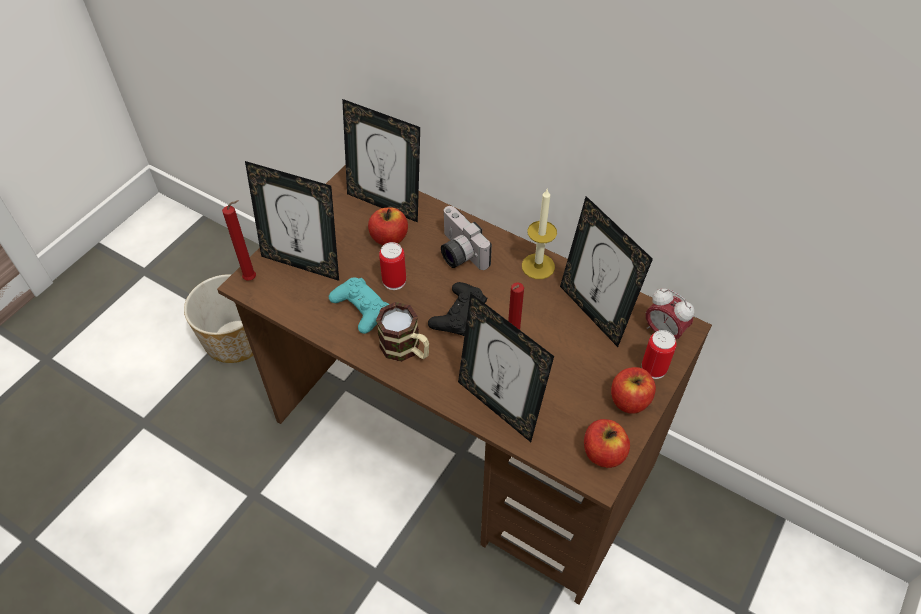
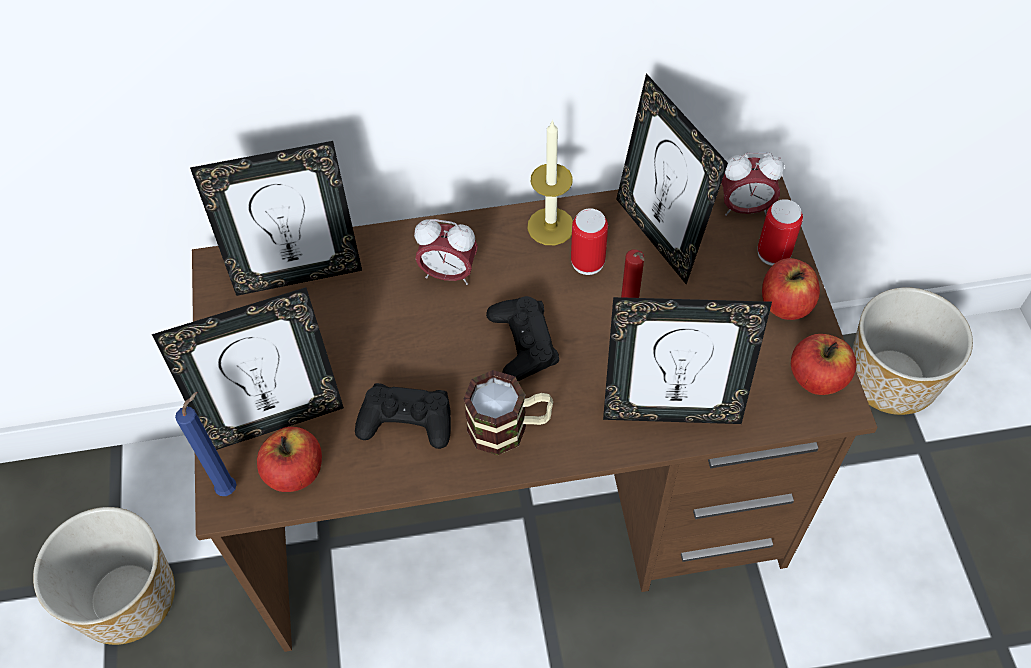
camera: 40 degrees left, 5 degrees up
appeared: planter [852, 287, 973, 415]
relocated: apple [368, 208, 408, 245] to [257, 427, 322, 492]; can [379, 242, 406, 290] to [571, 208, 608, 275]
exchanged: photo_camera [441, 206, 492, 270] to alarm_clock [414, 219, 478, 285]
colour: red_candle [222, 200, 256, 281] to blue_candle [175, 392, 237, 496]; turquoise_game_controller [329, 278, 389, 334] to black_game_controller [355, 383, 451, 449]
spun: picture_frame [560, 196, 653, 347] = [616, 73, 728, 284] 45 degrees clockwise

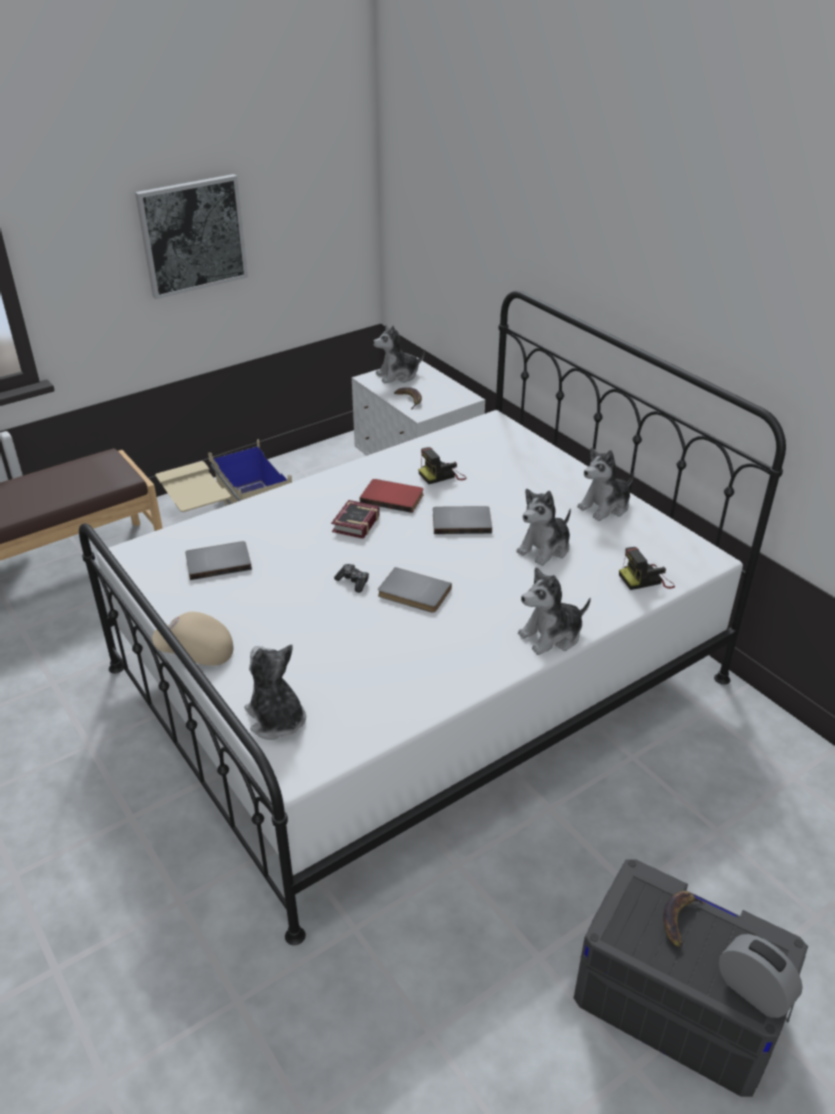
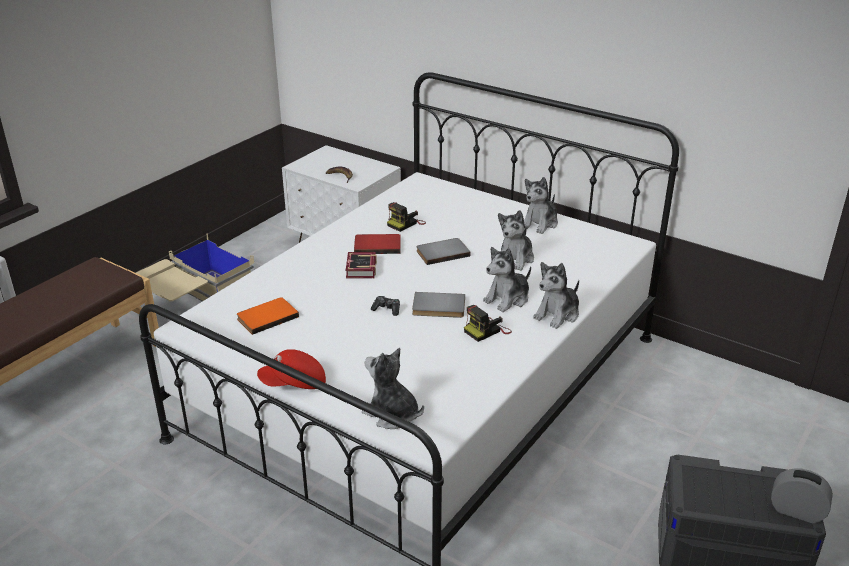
camera: 20 degrees left, 5 degrees down
missing: picture [135, 174, 248, 299]; banana [663, 891, 707, 948]
relocated: plush_toy [373, 325, 425, 384] to [483, 247, 531, 312]; photo_camera [619, 547, 675, 590] to [464, 305, 512, 342]
colour: beige_cap [152, 612, 233, 666] to red_cap [257, 349, 326, 389]; grey_book [185, 541, 252, 580] to orange_book [237, 297, 299, 335]

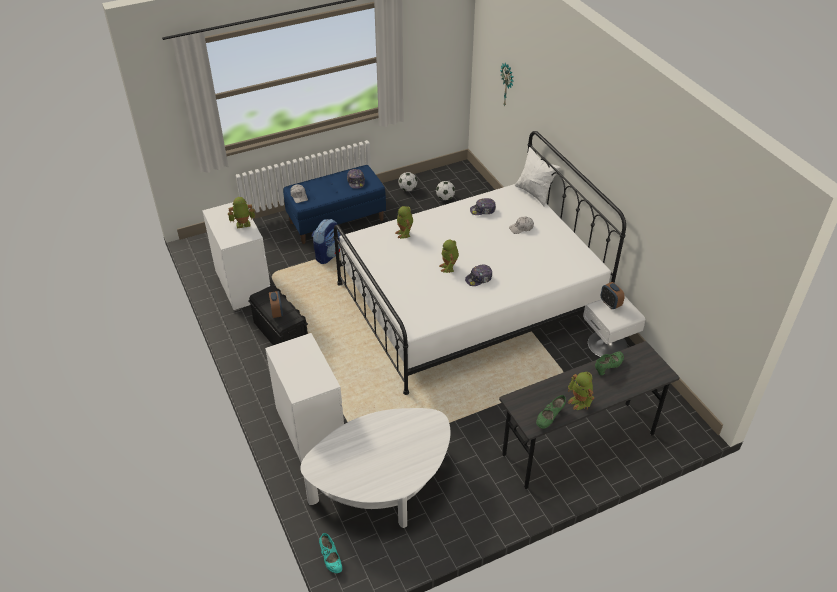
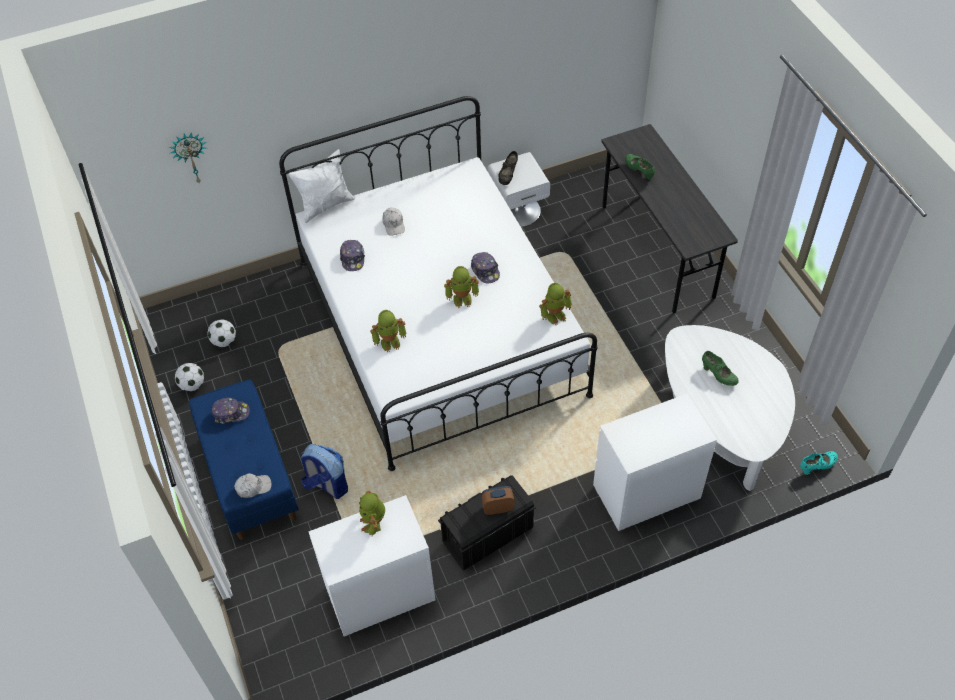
camera: 85 degrees left, 10 degrees up
relocated: green_shoe [536, 395, 566, 429] to [702, 351, 739, 386]; toy_robot [568, 372, 594, 410] to [539, 283, 572, 325]
exchanged: alarm_clock [601, 282, 625, 309] to black_shoe [498, 151, 518, 185]

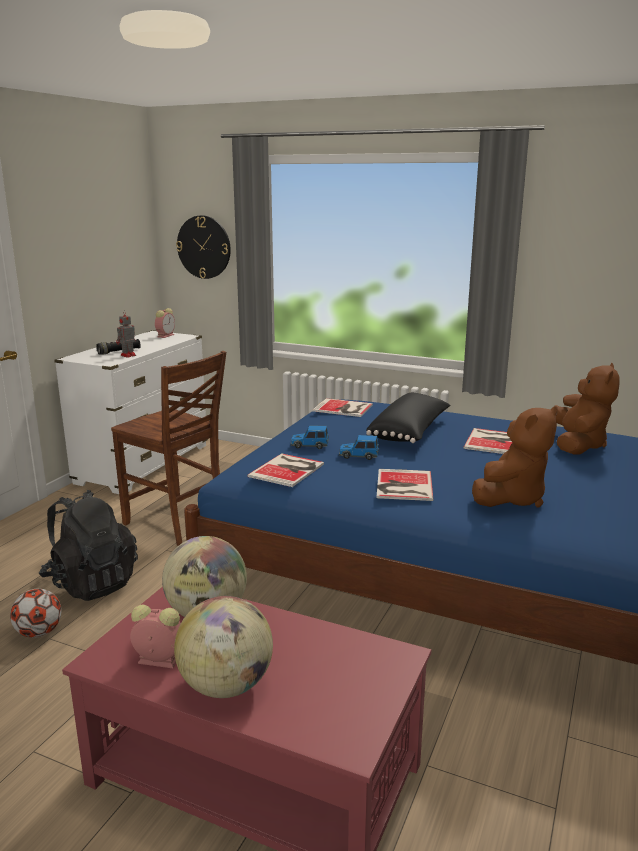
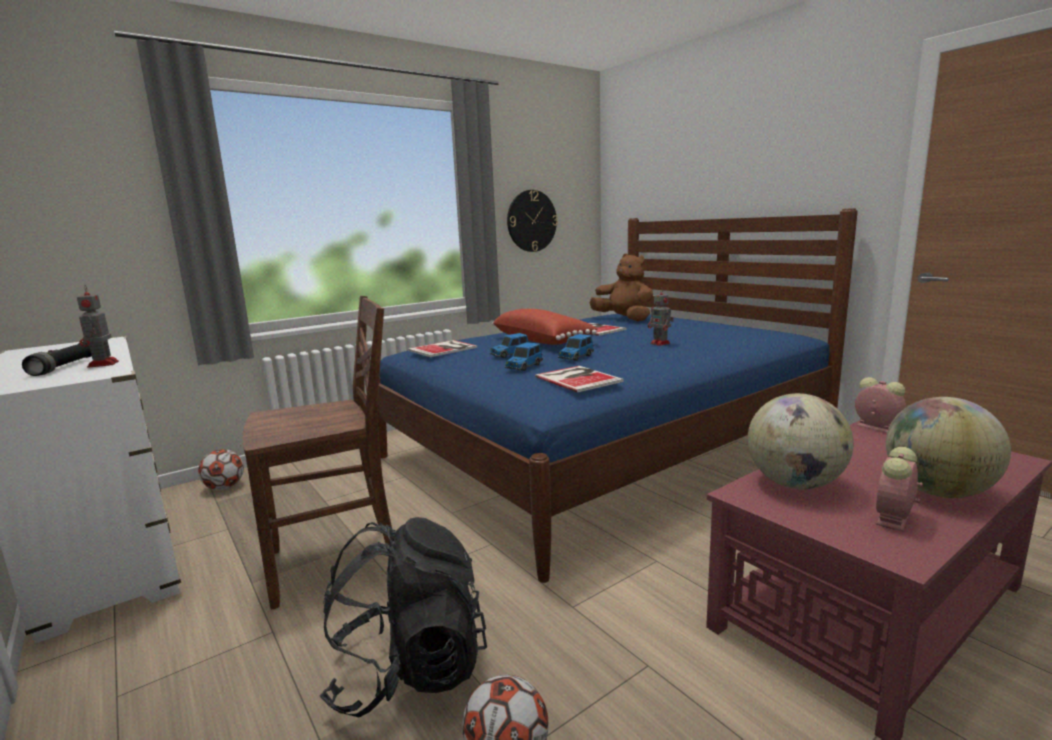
camera: 60 degrees left, 5 degrees down
missing: book [377, 469, 433, 501]; brown_plush_toy [472, 406, 558, 507]
appeared: football [198, 449, 244, 490]; toy_car [490, 333, 529, 358]; toy_robot [648, 288, 674, 346]
relocated: alarm_clock [155, 308, 175, 338] to [855, 377, 906, 433]; wall_clock [176, 215, 231, 279] to [507, 190, 558, 252]
colour: black_pillow [366, 393, 451, 443] to red_pillow [492, 309, 598, 345]

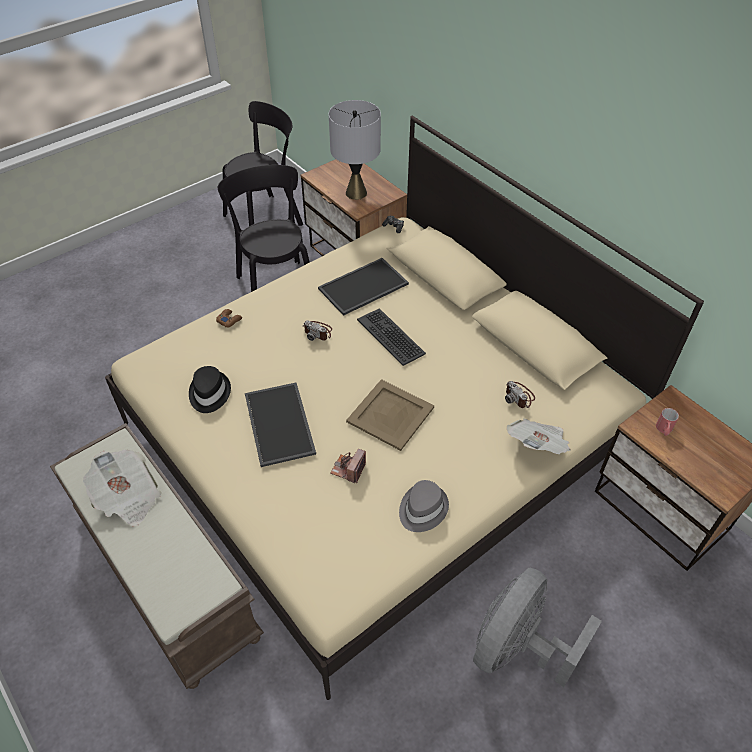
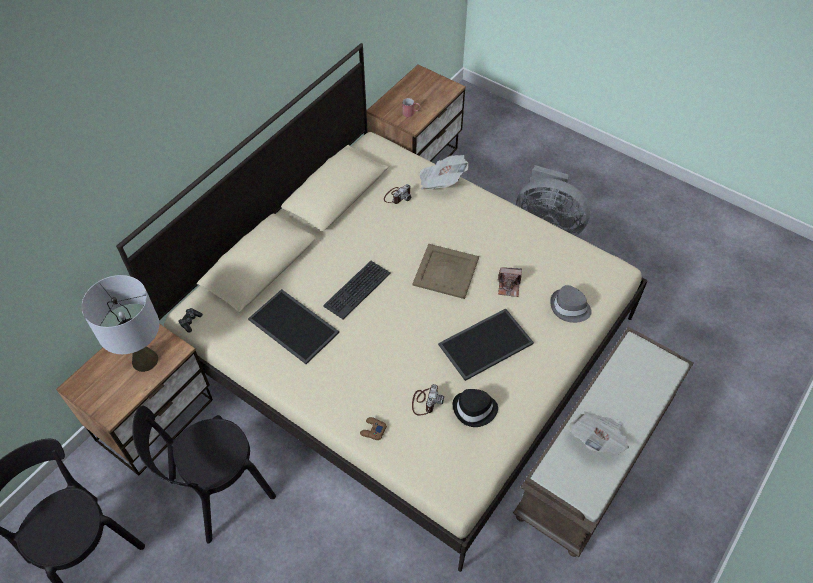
camera: 105 degrees left, 5 degrees up
relocated: photo_camera [303, 320, 332, 341] to [412, 384, 444, 416]; grey_hat [399, 480, 449, 532] to [550, 285, 592, 323]

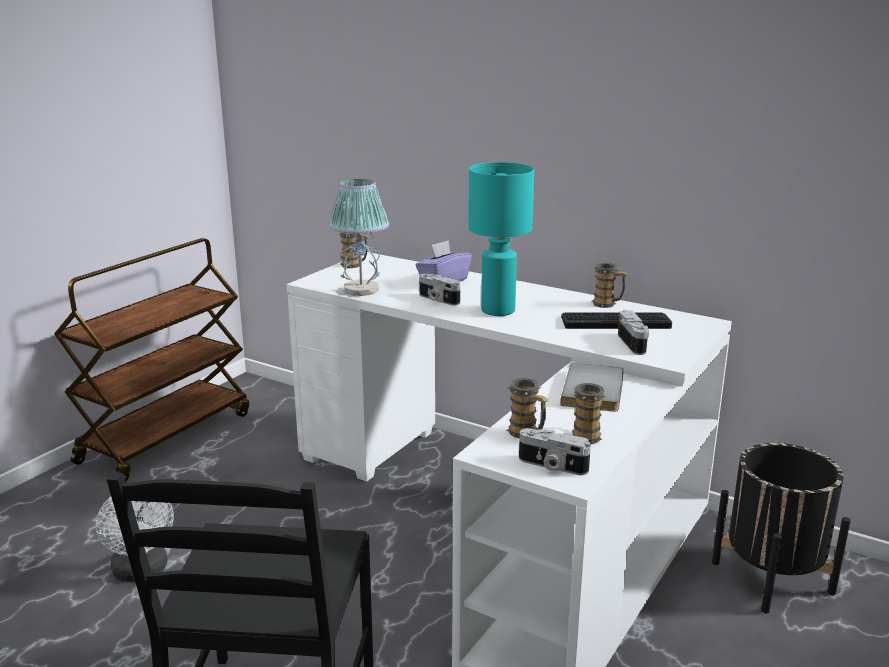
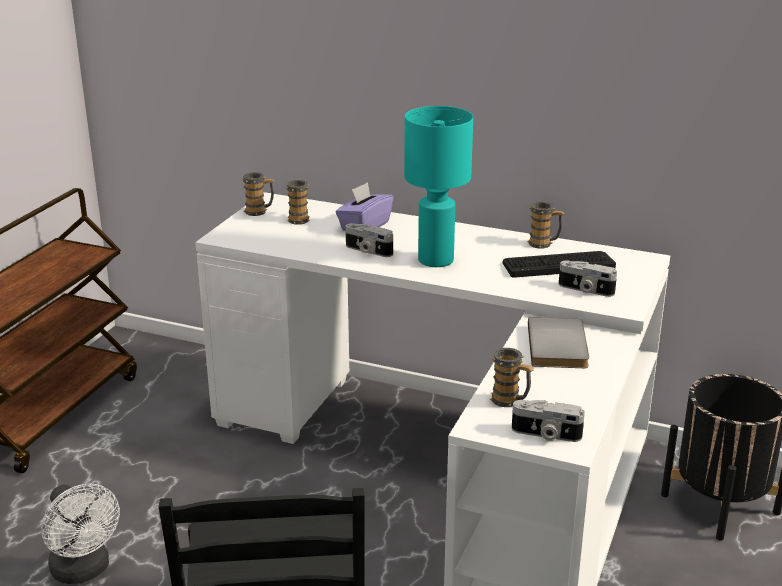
camera: 10 degrees left, 5 degrees up
missing: table_lamp [329, 179, 389, 296]
relocated: mug [572, 383, 606, 444] to [286, 180, 310, 225]
spun: photo_camera [618, 310, 649, 355] = [559, 261, 617, 297] 135 degrees clockwise

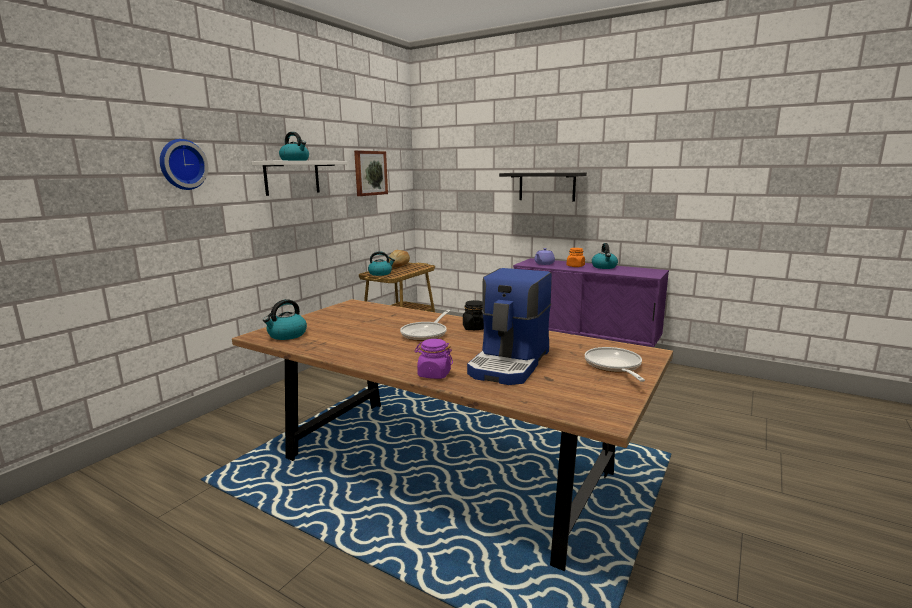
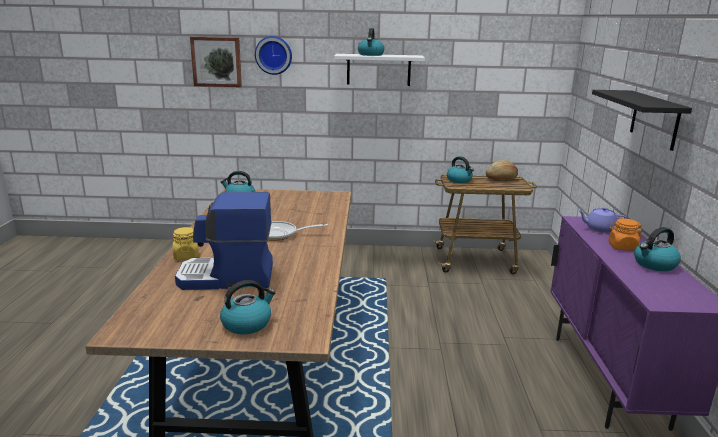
camera: 60 degrees right, 5 degrees up
missing: black_jar [463, 300, 484, 330]
relocated: picture [354, 150, 388, 196] to [190, 37, 242, 87]
exchanged: frying_pan [585, 347, 645, 382] to kettle [220, 280, 276, 335]
colour: purple_jar [415, 339, 453, 379] to yellow_jar [173, 227, 199, 260]

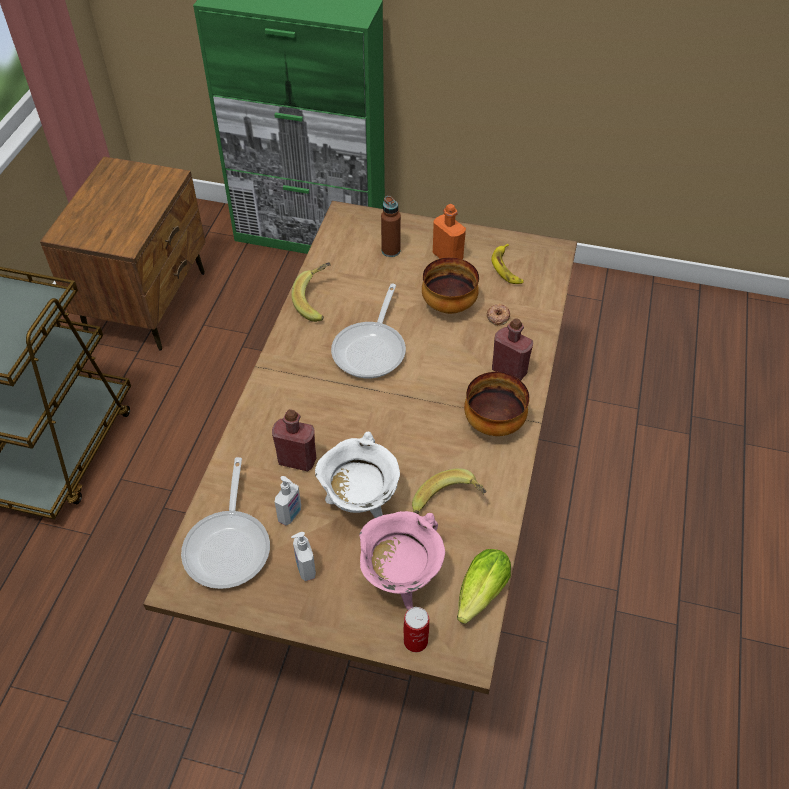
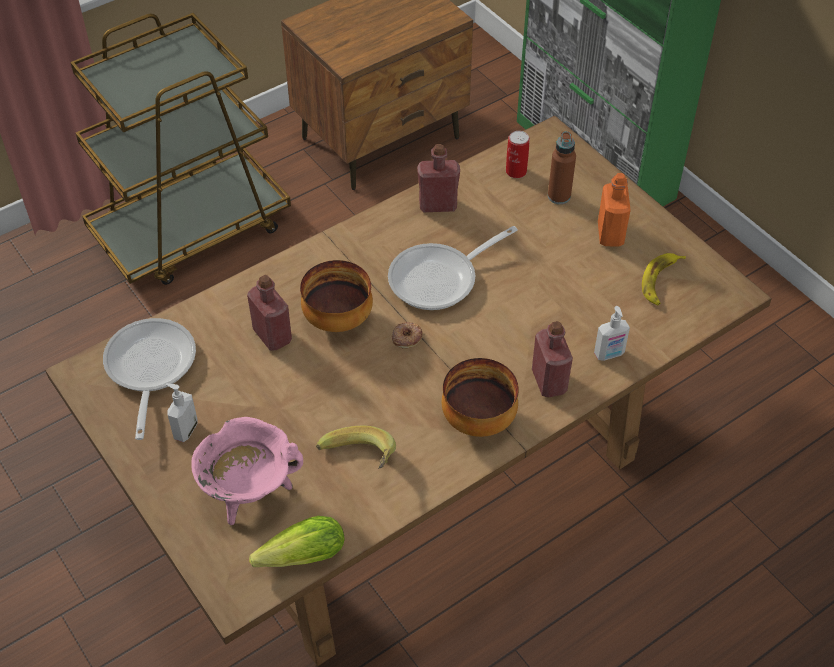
camera: 40 degrees right, 0 degrees up
missing: white_cooking_pot [315, 431, 400, 518]
relocated: soap_dispenser [275, 476, 301, 526] to [594, 306, 630, 361]; can [404, 607, 429, 652] to [506, 131, 530, 178]; bowl [422, 257, 479, 314] to [300, 260, 373, 332]; donut [487, 304, 510, 325] to [392, 322, 423, 349]
exchanged: banana [291, 262, 331, 322] to red_bottle [417, 144, 460, 212]
spun: frying_pan [181, 457, 270, 589] = [103, 318, 196, 440] 135 degrees clockwise

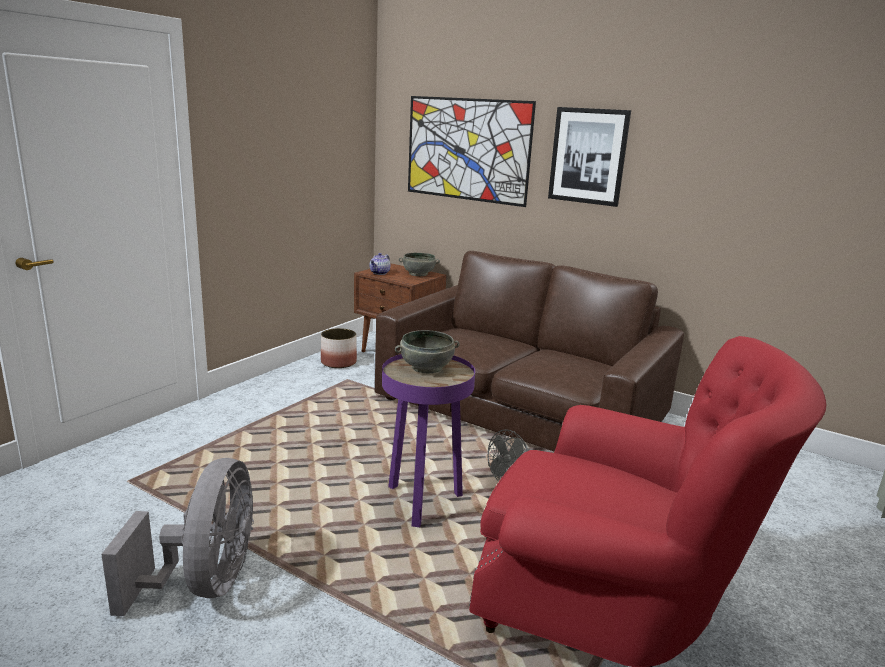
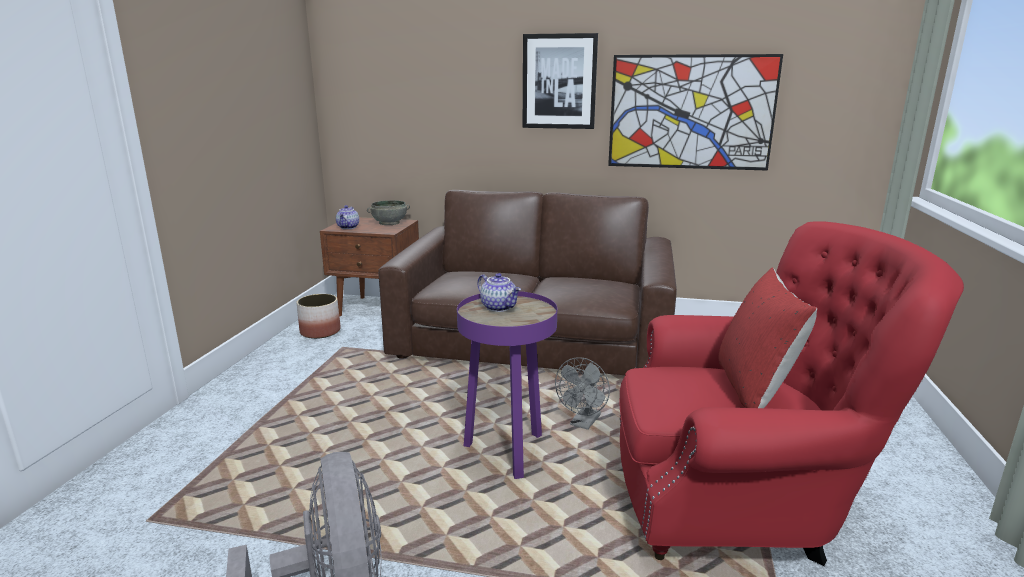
camera: 20 degrees left, 0 degrees up
appeared: red_pillow [719, 267, 817, 408]
relocated: picture [408, 96, 536, 207] to [608, 54, 783, 171]
exchanged: grey_bowl [395, 330, 459, 373] to teapot [477, 273, 521, 312]

